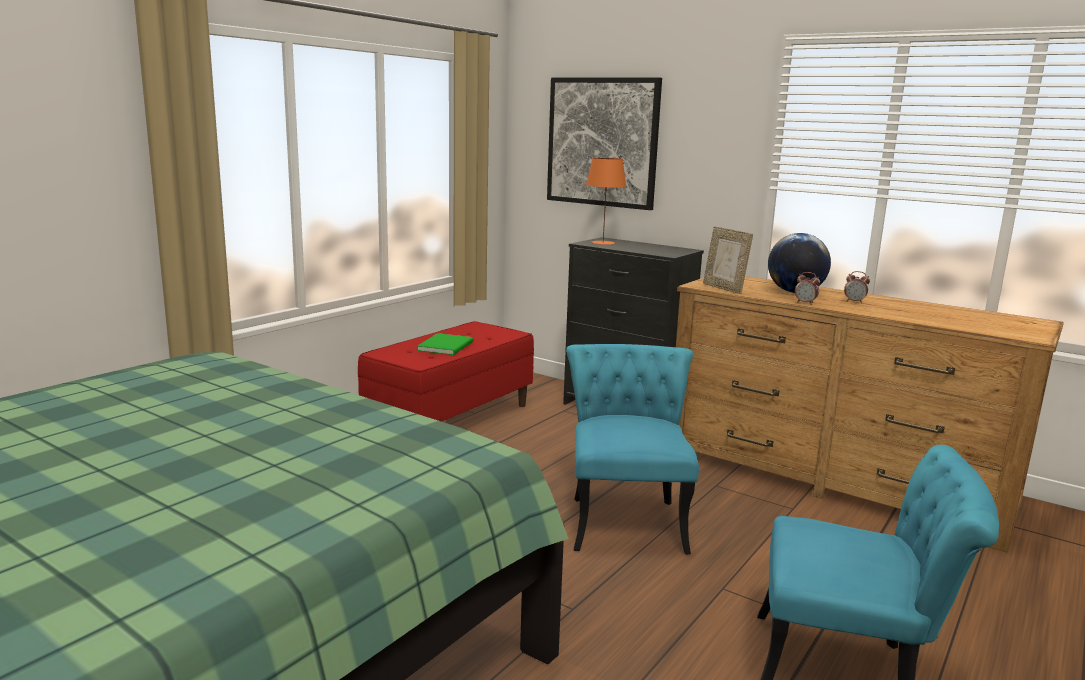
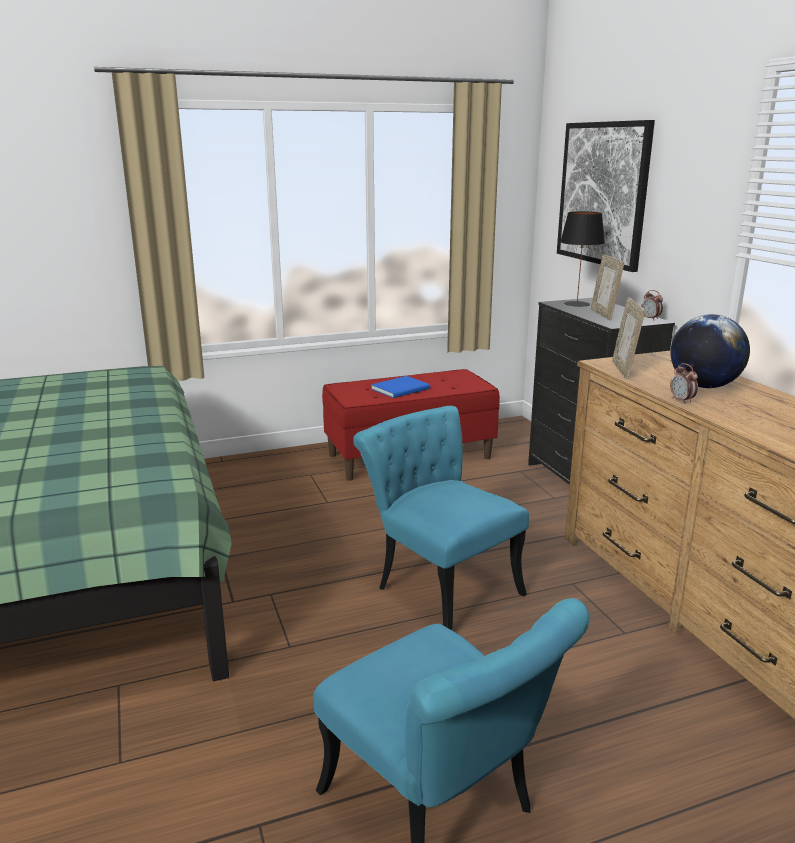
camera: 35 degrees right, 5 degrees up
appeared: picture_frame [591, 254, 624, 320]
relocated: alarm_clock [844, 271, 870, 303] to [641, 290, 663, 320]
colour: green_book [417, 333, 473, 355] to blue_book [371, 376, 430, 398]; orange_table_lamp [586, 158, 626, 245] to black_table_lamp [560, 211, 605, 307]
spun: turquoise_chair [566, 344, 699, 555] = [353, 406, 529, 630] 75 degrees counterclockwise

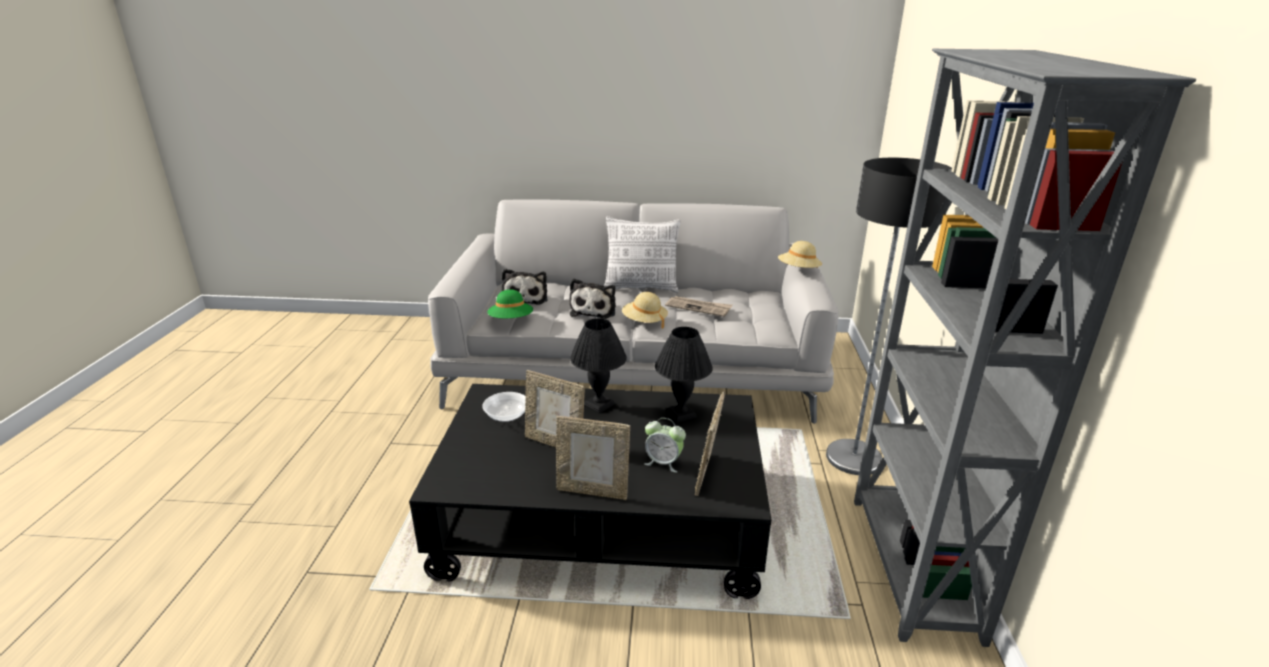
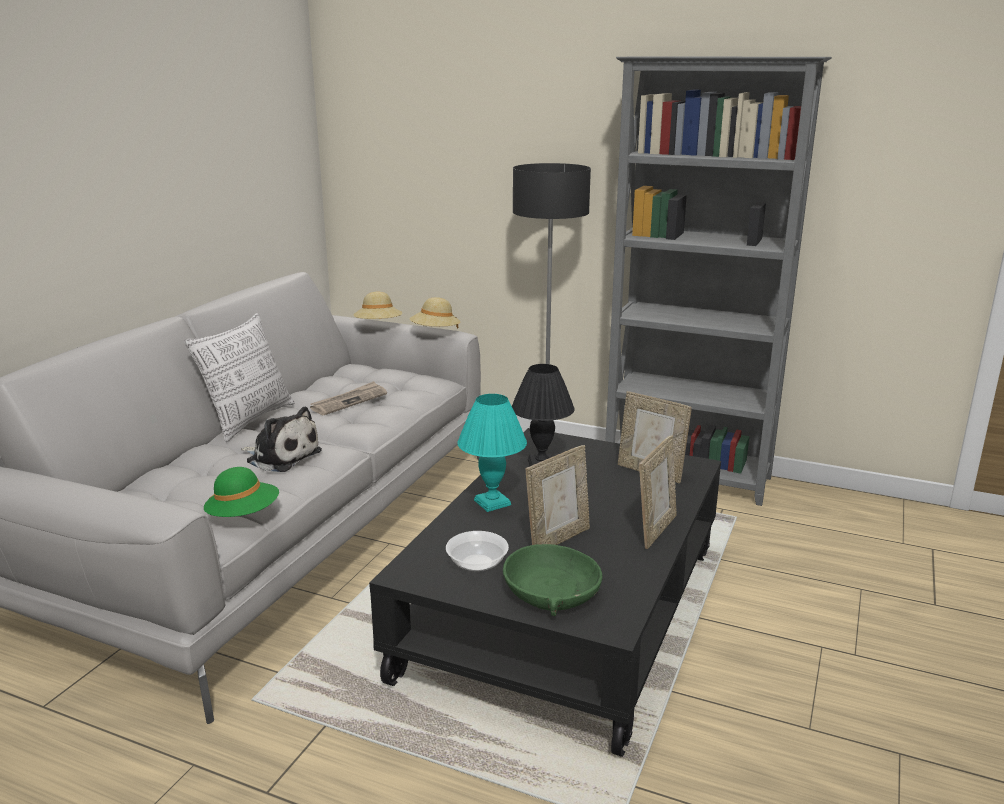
camera: 70 degrees left, 5 degrees down
missing: plush_toy [502, 269, 548, 305]; alarm_clock [644, 418, 686, 473]
appeared: green_bowl [503, 544, 602, 616]
relocated: beige_hat [622, 292, 668, 329] to [409, 297, 461, 329]
colour: black_table_lamp [570, 318, 627, 413] to turquoise_table_lamp [457, 394, 527, 512]

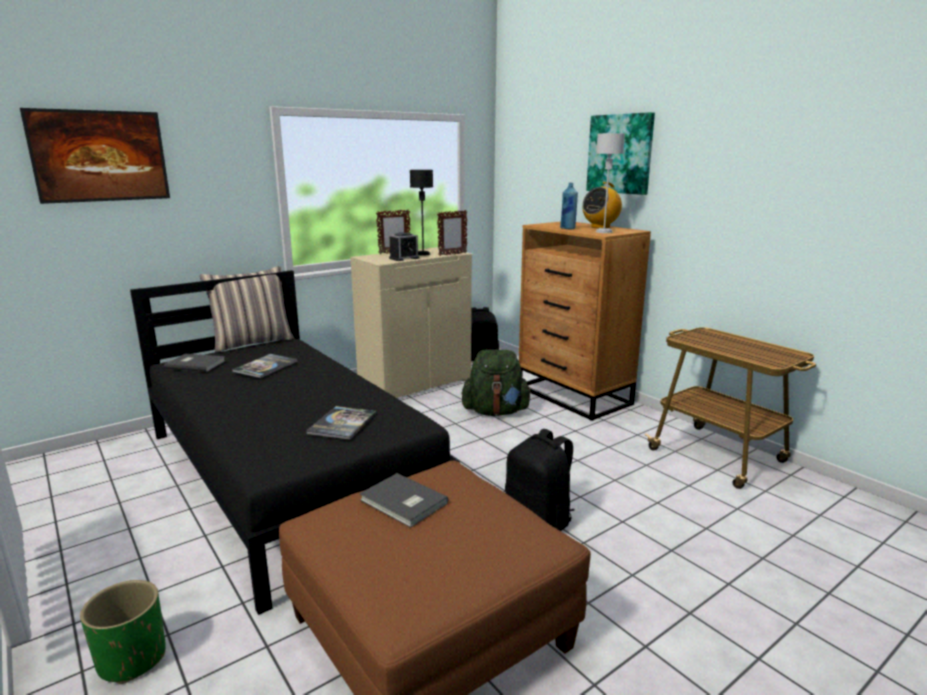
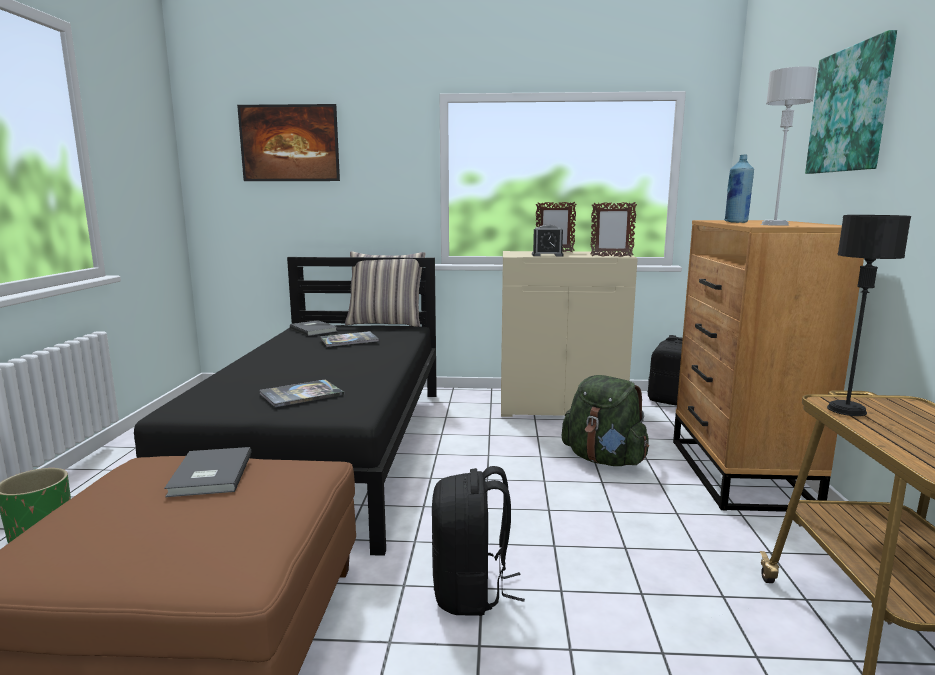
camera: 40 degrees right, 5 degrees down
missing: radio [582, 182, 622, 228]
relocated: black_table_lamp [410, 170, 433, 256] to [827, 215, 911, 416]

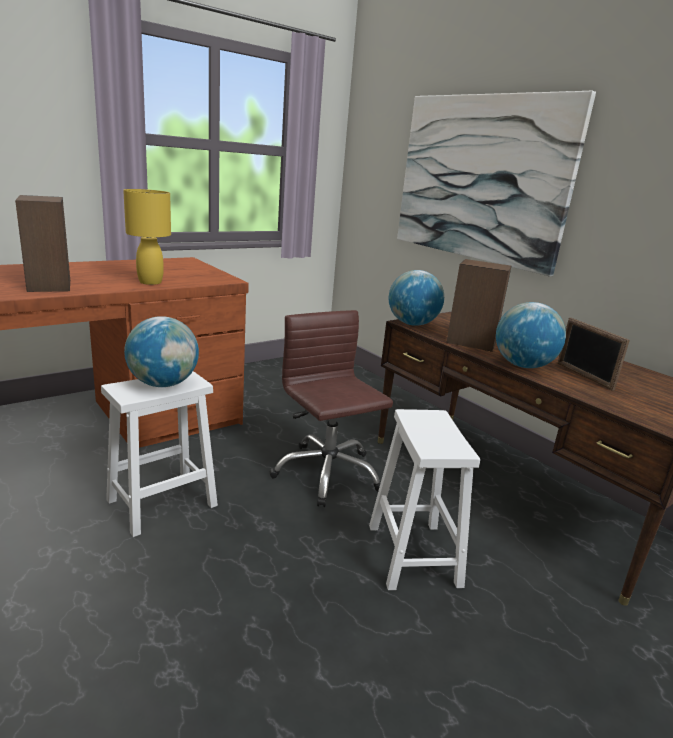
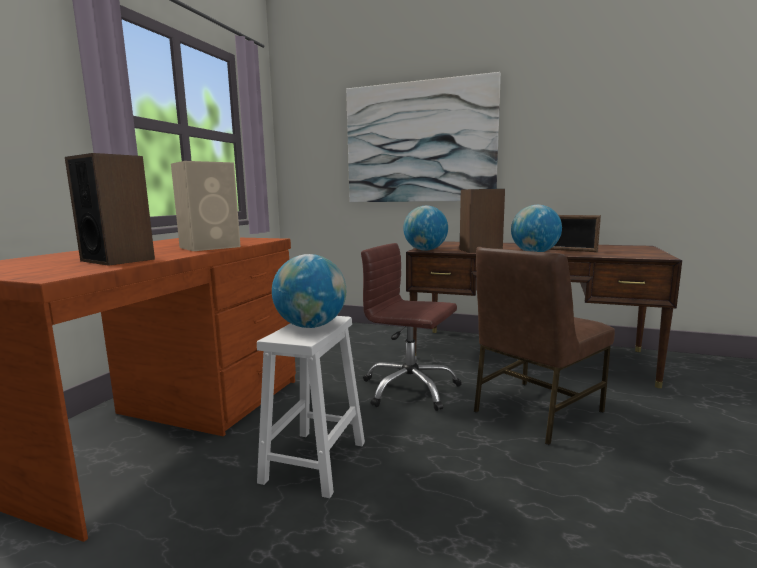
camera: 30 degrees left, 10 degrees down
exchanged: yellow_table_lamp [123, 189, 171, 285] to beige_speaker [171, 161, 241, 251]; white_stool [369, 409, 480, 590] to brown_chair [474, 247, 615, 445]

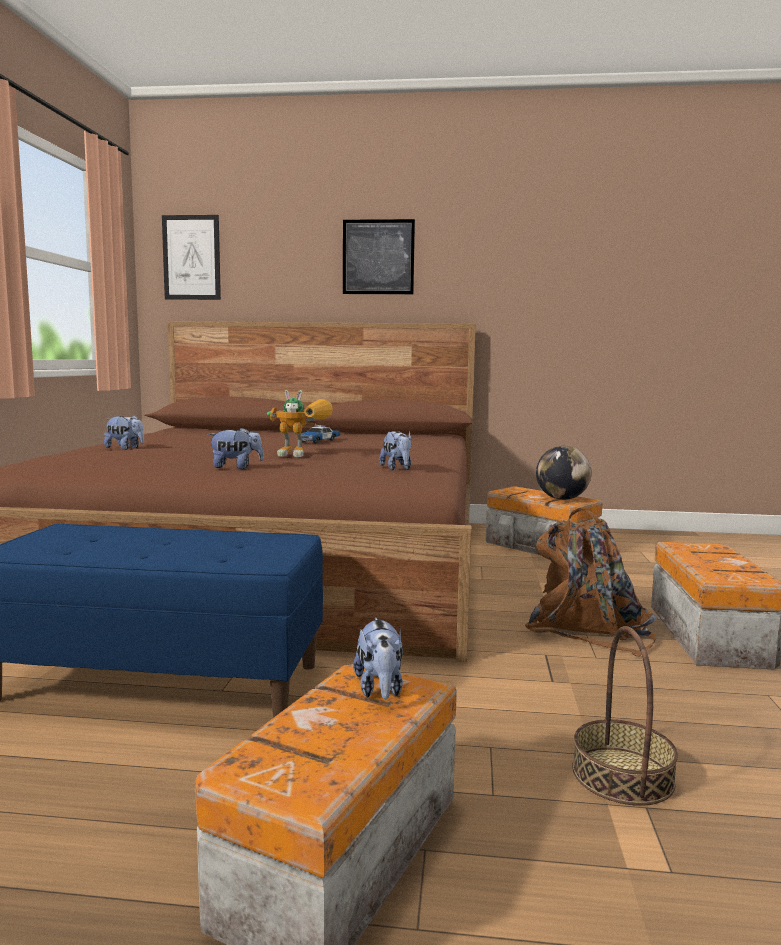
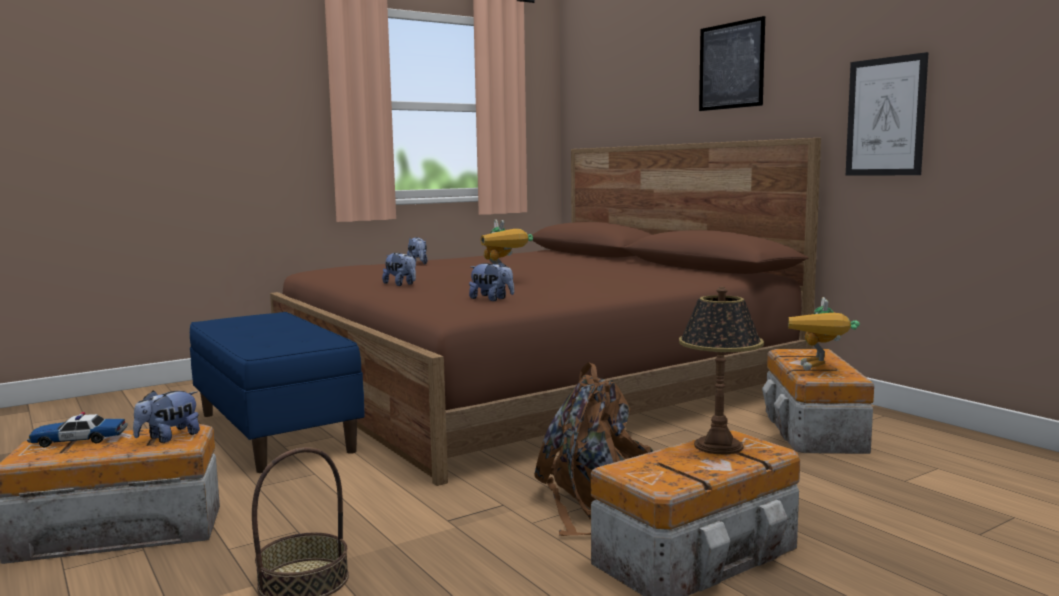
camera: 50 degrees right, 0 degrees up
appeared: table_lamp [679, 287, 764, 454]
relocated: picture [162, 215, 221, 300] to [846, 52, 928, 175]; toy_car [301, 425, 340, 444] to [27, 412, 128, 447]
exchanged: globe [536, 446, 592, 500] to toy_robot [788, 297, 860, 370]
spun: plush_toy [379, 431, 412, 470] = [469, 262, 514, 301] 90 degrees counterclockwise

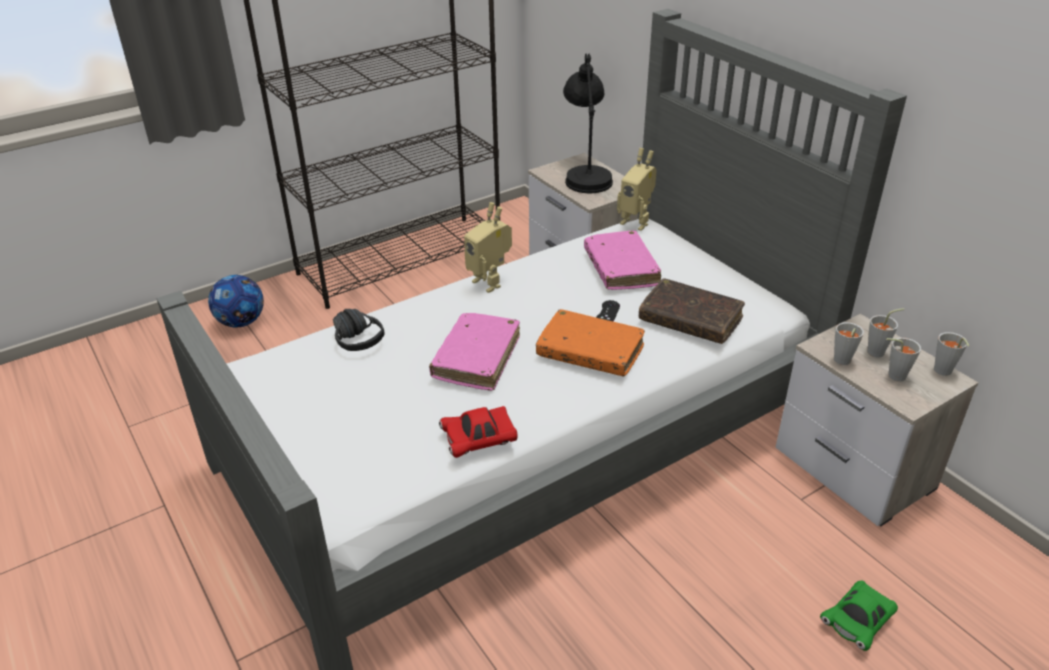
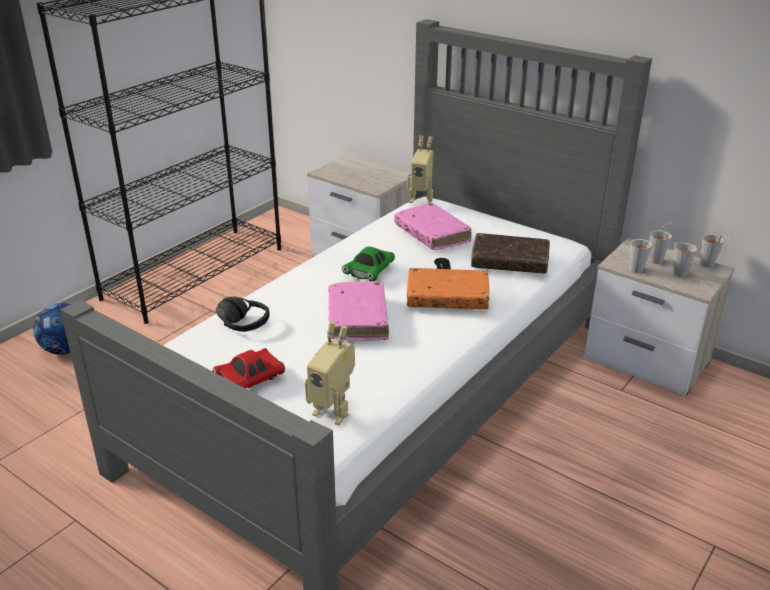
camera: 20 degrees left, 5 degrees down
missing: black_table_lamp [563, 53, 613, 193]
relocated: red_toy_car [439, 406, 518, 458] to [212, 348, 285, 389]; toy_robot [464, 202, 512, 293] to [305, 321, 355, 425]; green_toy_car [820, 580, 898, 651] to [342, 246, 395, 281]

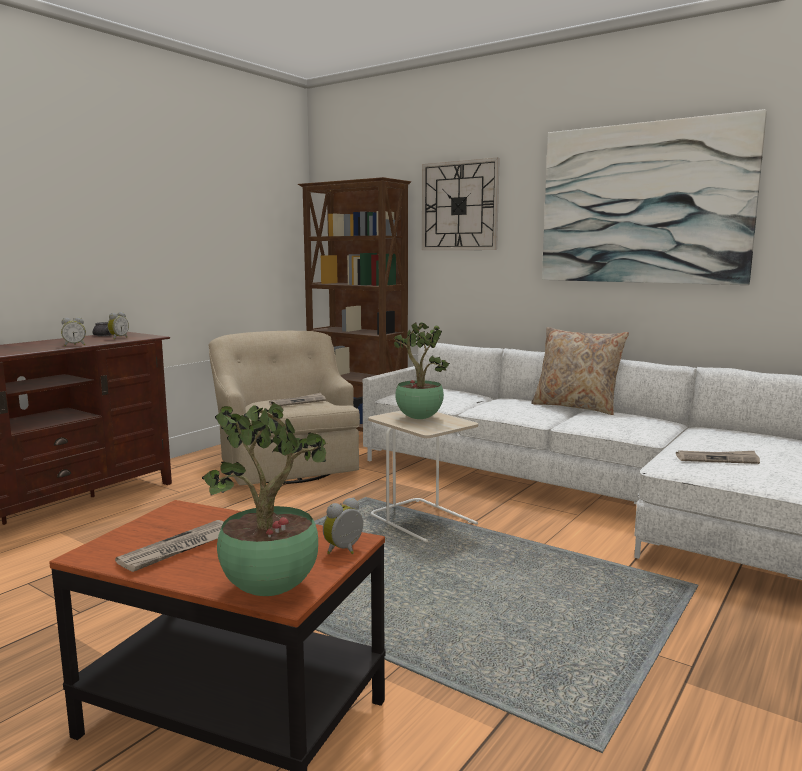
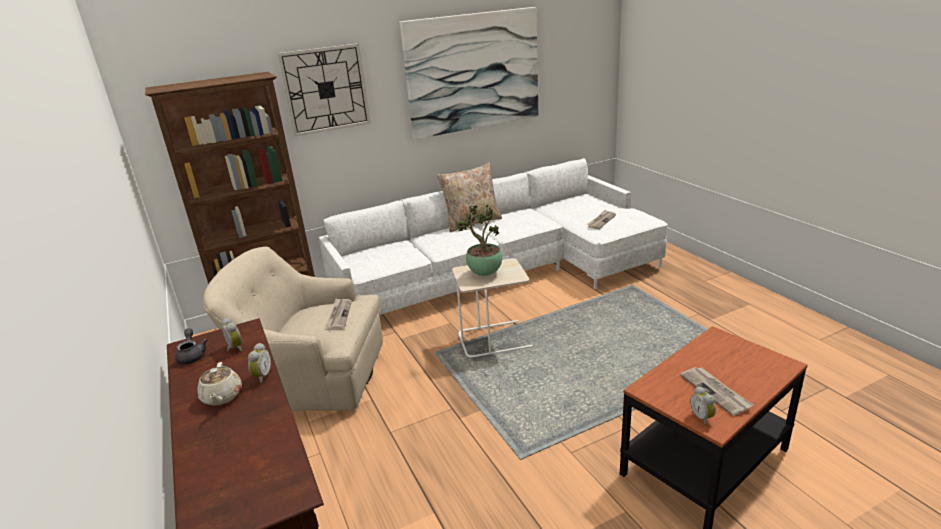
camera: 60 degrees left, 15 degrees up
missing: potted_plant [202, 402, 328, 596]
appeared: beige_teapot [197, 362, 242, 406]
relocated: alarm_clock [323, 497, 363, 554] to [690, 386, 716, 426]

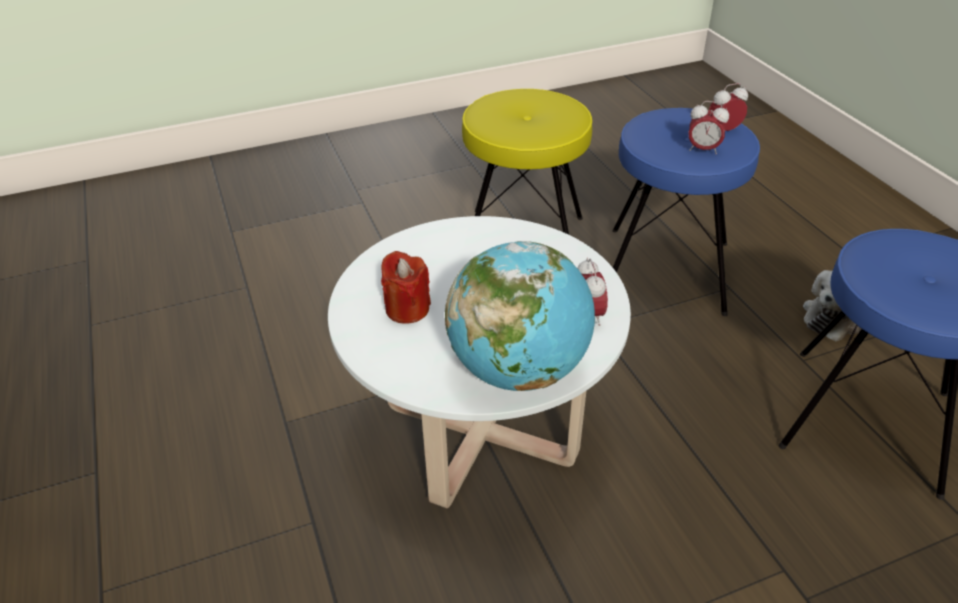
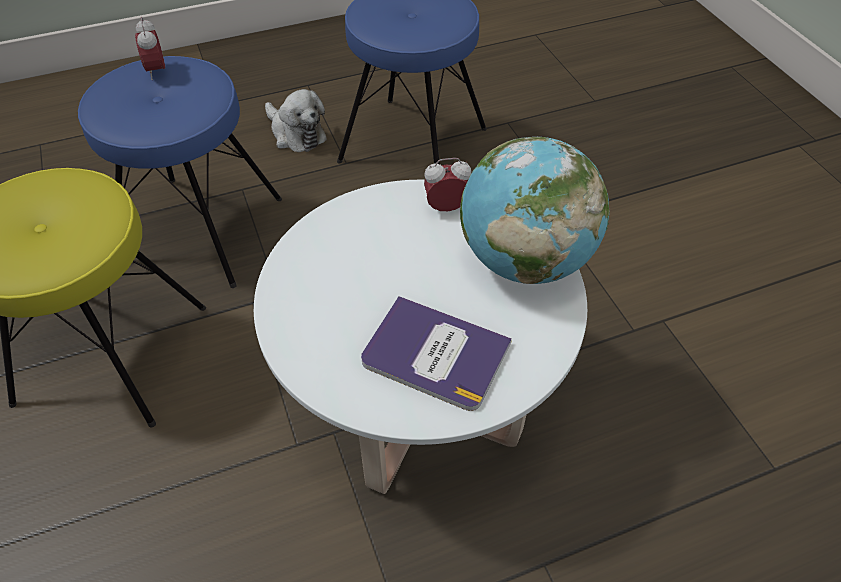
camera: 90 degrees left, 10 degrees up
missing: alarm_clock [688, 101, 729, 154]
exchanged: red_candle [381, 251, 431, 323] to book [361, 296, 512, 411]

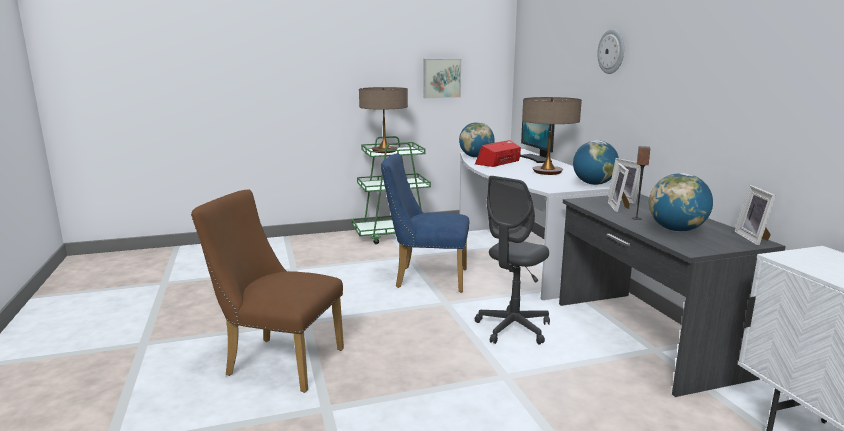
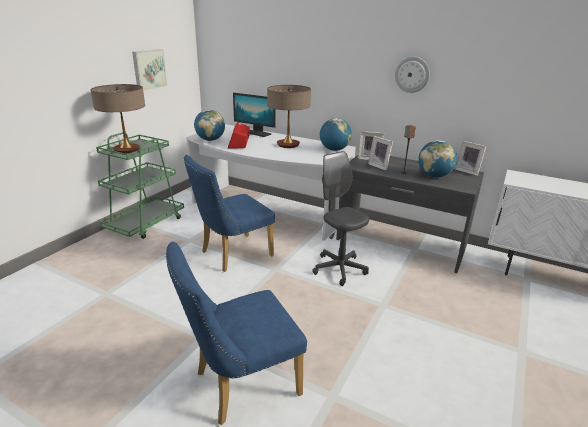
camera: 45 degrees left, 10 degrees up
relocated: wall_clock [597, 29, 624, 74] to [395, 56, 430, 93]
colour: brown_chair [191, 189, 344, 393] to blue_chair [166, 242, 307, 425]
spun: grey_office_chair [475, 176, 550, 344] = [312, 151, 369, 286] 150 degrees clockwise

